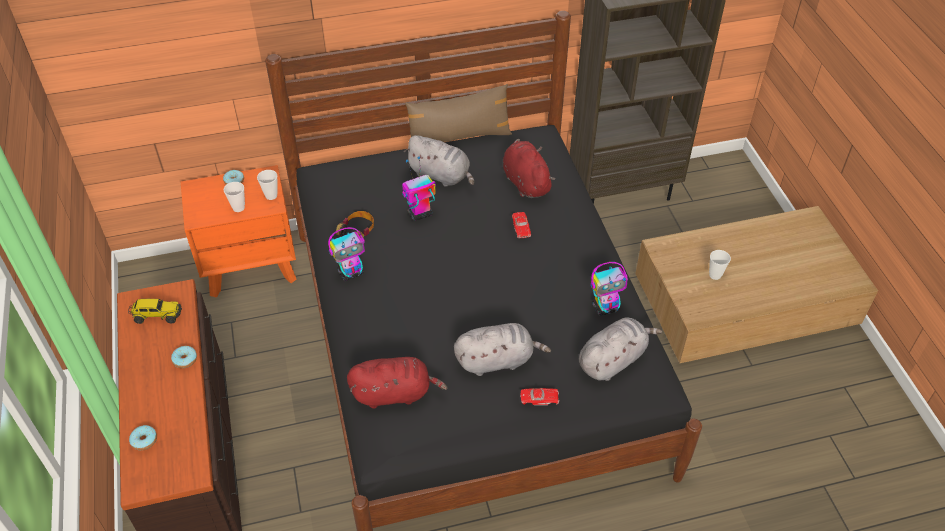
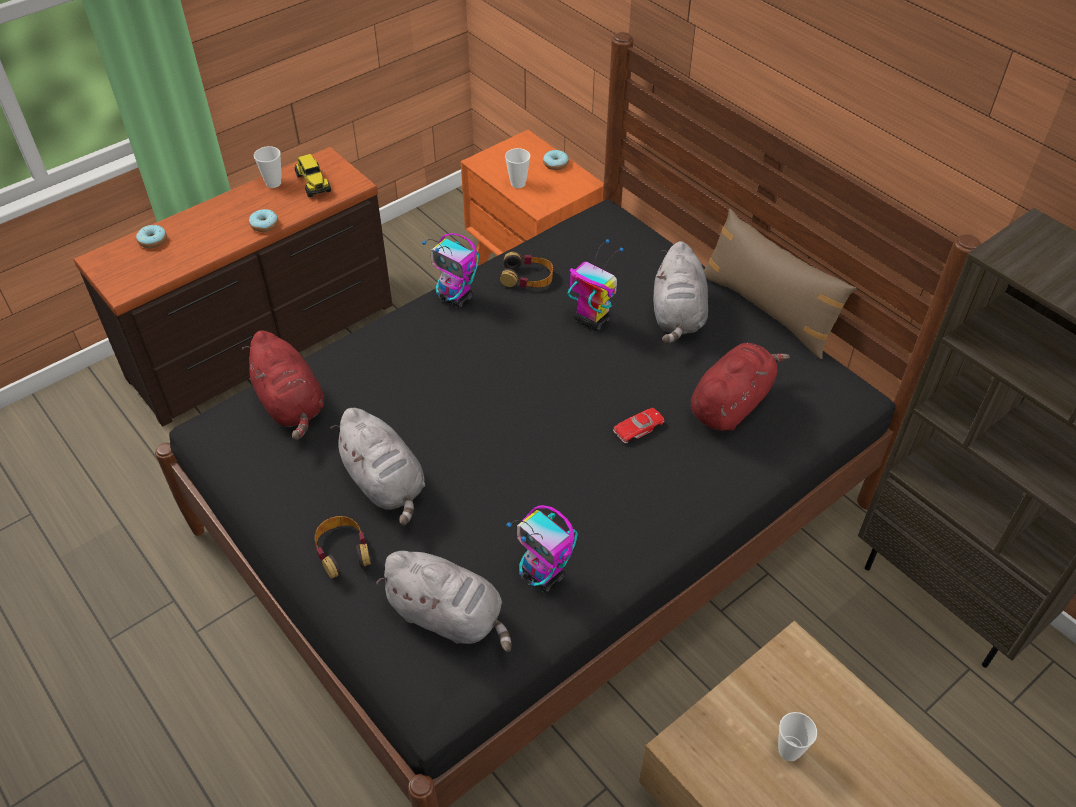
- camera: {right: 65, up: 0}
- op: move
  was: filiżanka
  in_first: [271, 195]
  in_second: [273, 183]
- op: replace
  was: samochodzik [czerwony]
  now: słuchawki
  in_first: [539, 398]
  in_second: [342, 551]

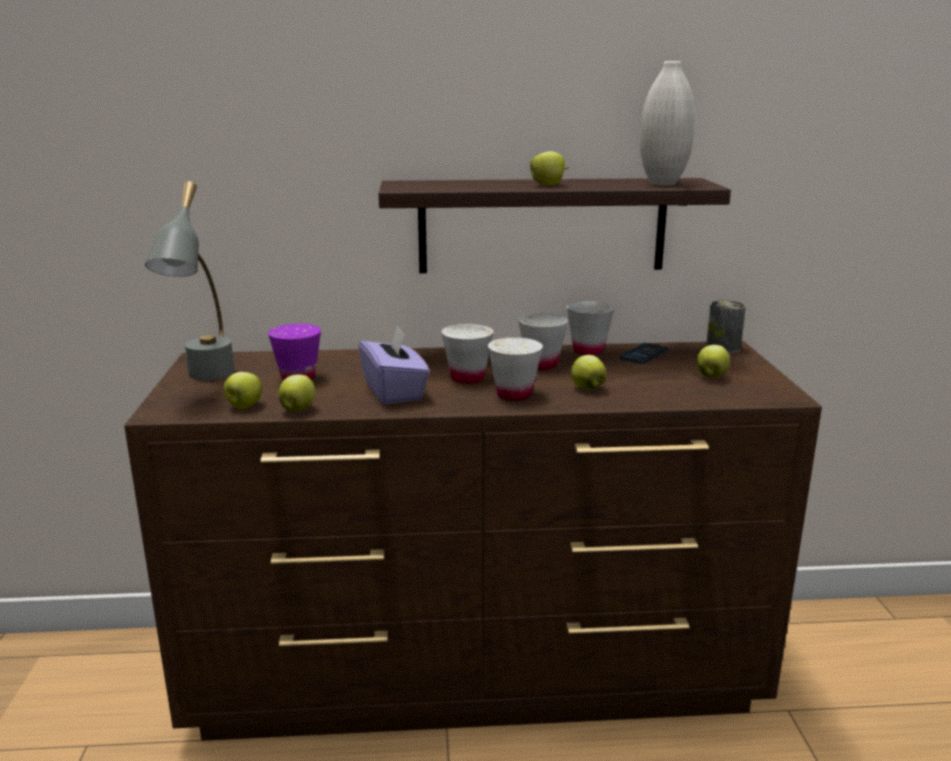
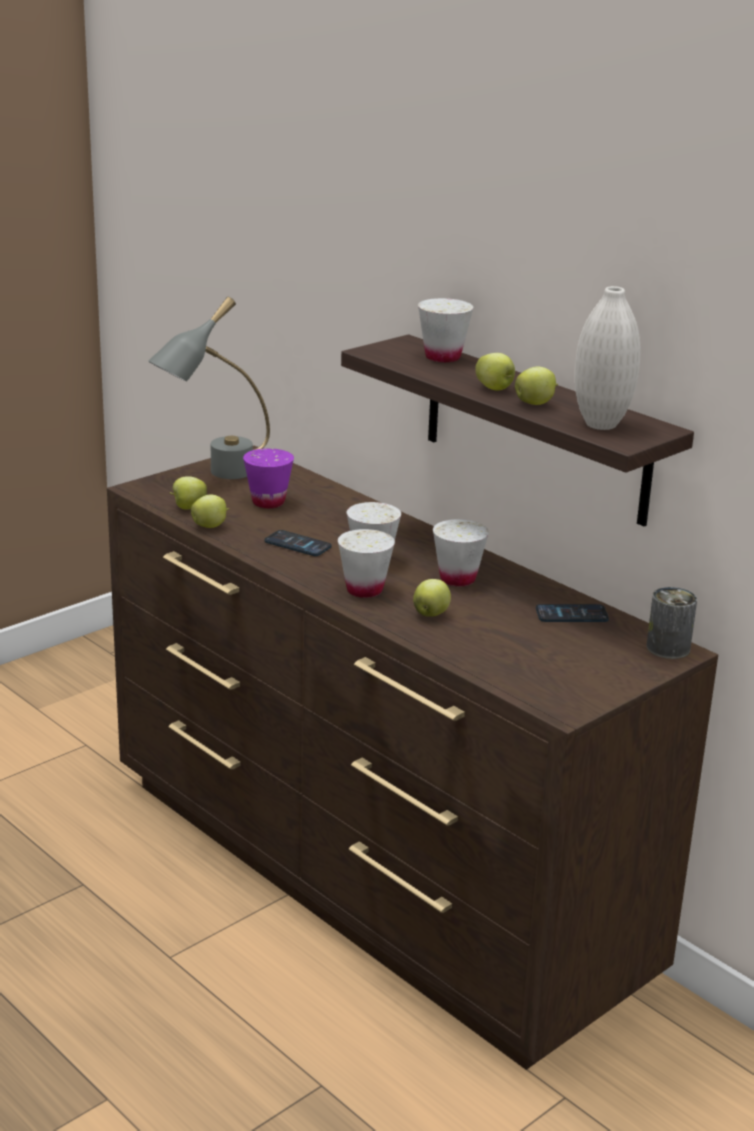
- camera: {right: 50, up: 5}
- op: replace
  was: pudełko chusteczek [fioletowy]
  now: telefon
  in_first: [394, 391]
  in_second: [297, 544]
- op: move
  was: filiżanka [biały]
  in_first: [588, 351]
  in_second: [442, 357]
- op: move
  was: jabłko
  in_first: [711, 376]
  in_second: [535, 404]

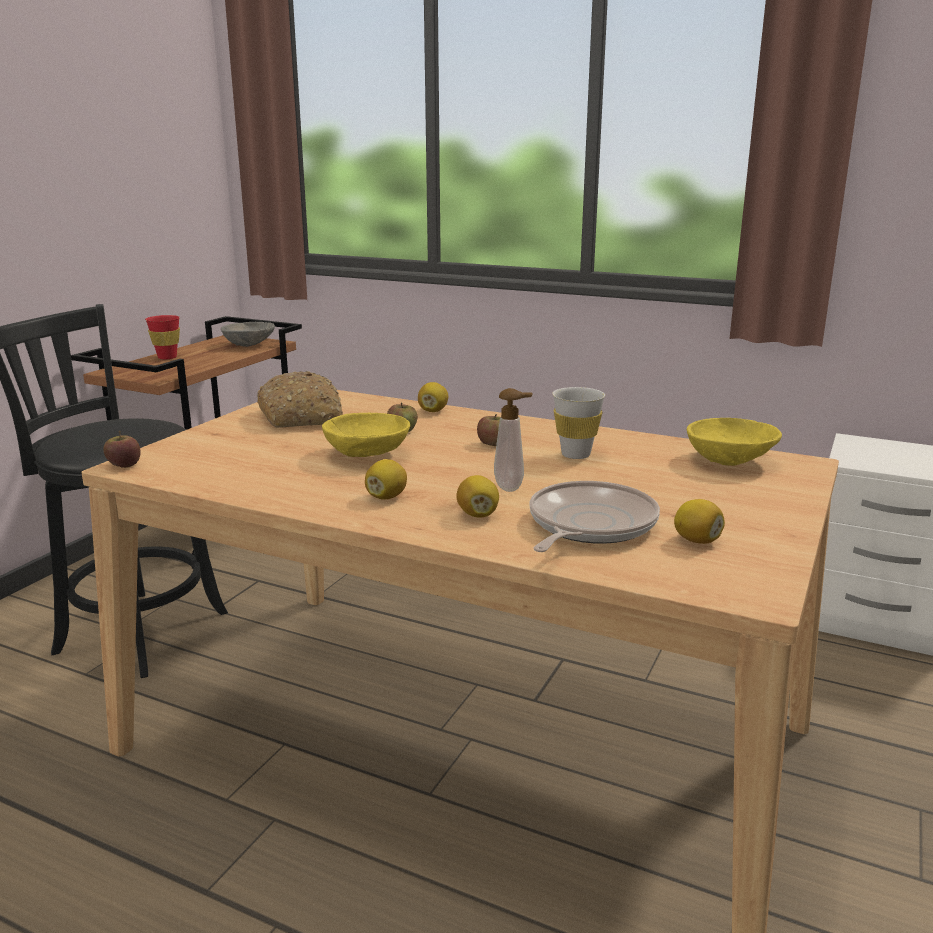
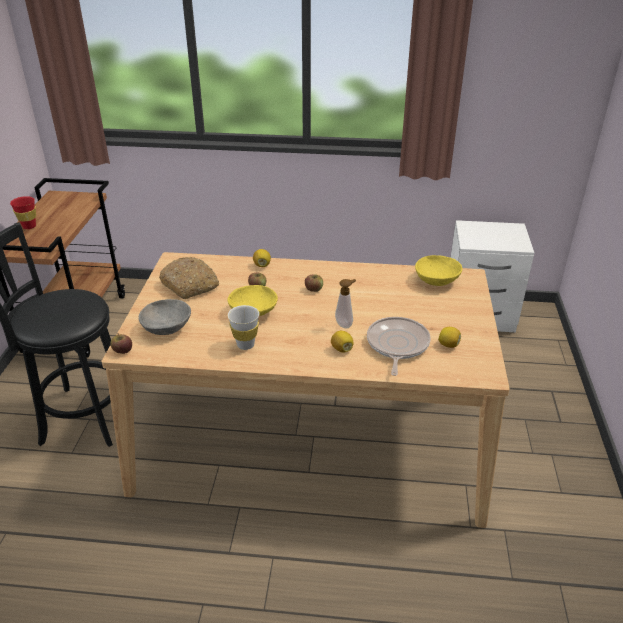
- camera: {right: -20, up: 15}
- op: move
  was: miska [szary]
  in_first: [250, 345]
  in_second: [167, 328]
- op: delete
  was: cytryna
  in_first: [386, 497]
- op: move
  was: filiżanka [biały]
  in_first: [575, 455]
  in_second: [245, 345]

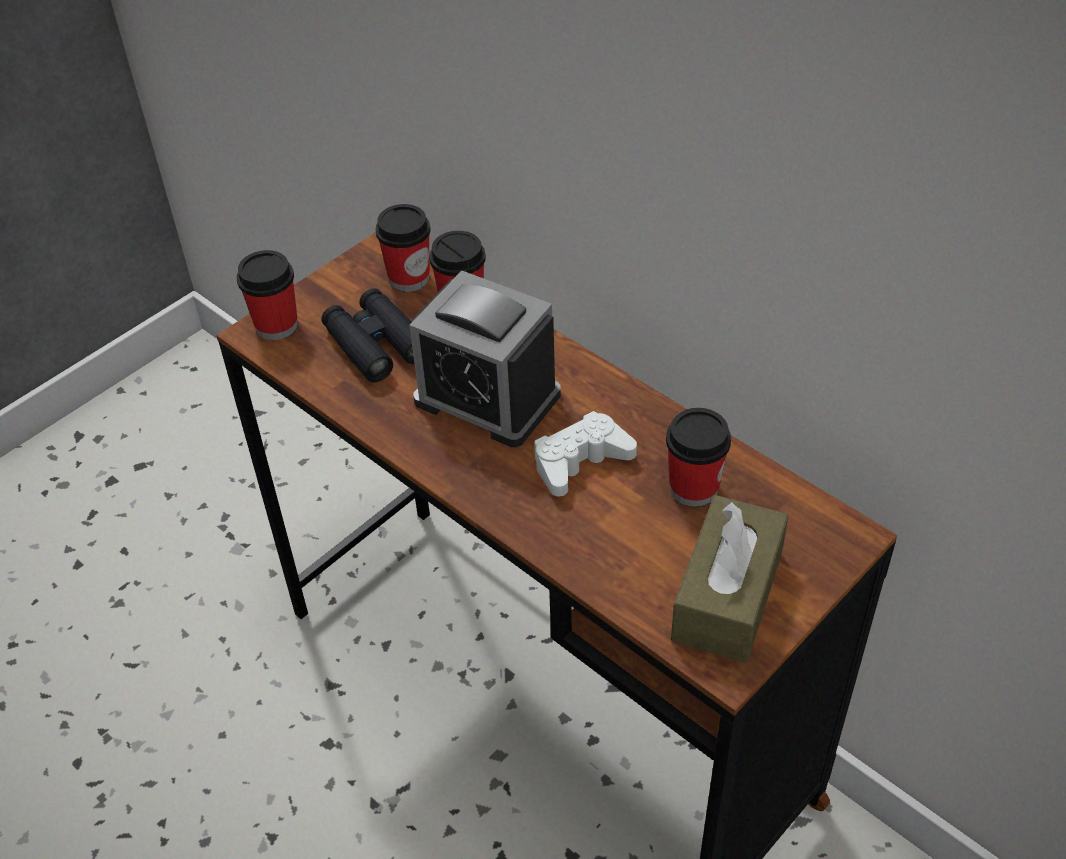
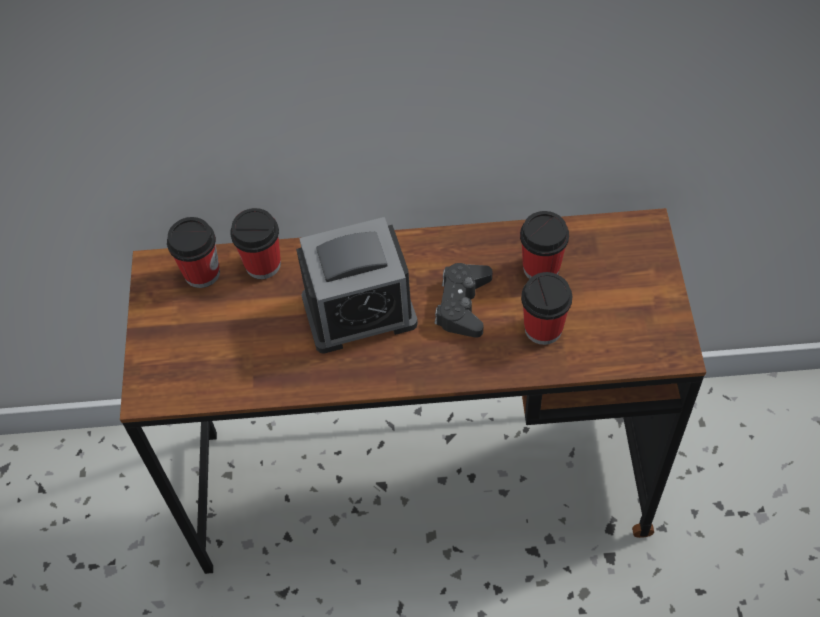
- camera: {right: -45, up: 10}
- op: move
  was: filiżanka
  in_first: [276, 325]
  in_second: [543, 328]
- op: delete
  was: lornetka [czarny]
  in_first: [376, 344]
- op: recolor
  was: pad do gier [biały]
  now: pad do gier [czarny]
  in_first: [580, 461]
  in_second: [463, 304]
- op: delete
  was: pudełko chusteczek [brązowy]
  in_first: [727, 595]

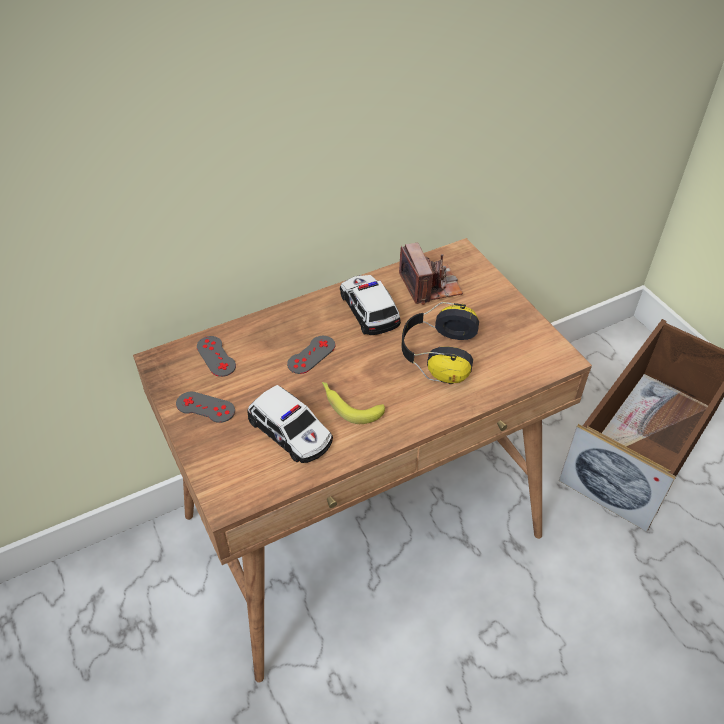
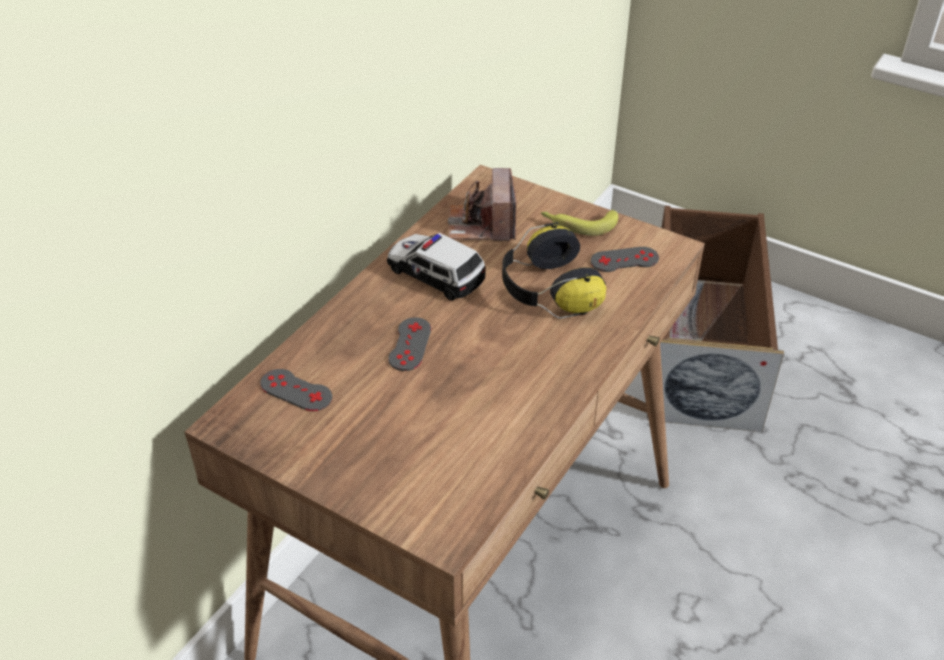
- camera: {right: -30, up: -5}
- op: move
  was: pad do gier [szary]
  in_first: [205, 407]
  in_second: [624, 260]
- op: delete
  was: samochodzik
  in_first: [291, 432]
- op: move
  was: banan
  in_first: [349, 405]
  in_second: [578, 224]
- op: rotate
  was: aparat fotograficzny
  in_first: [430, 285]
  in_second: [482, 225]
  clockwise: -135

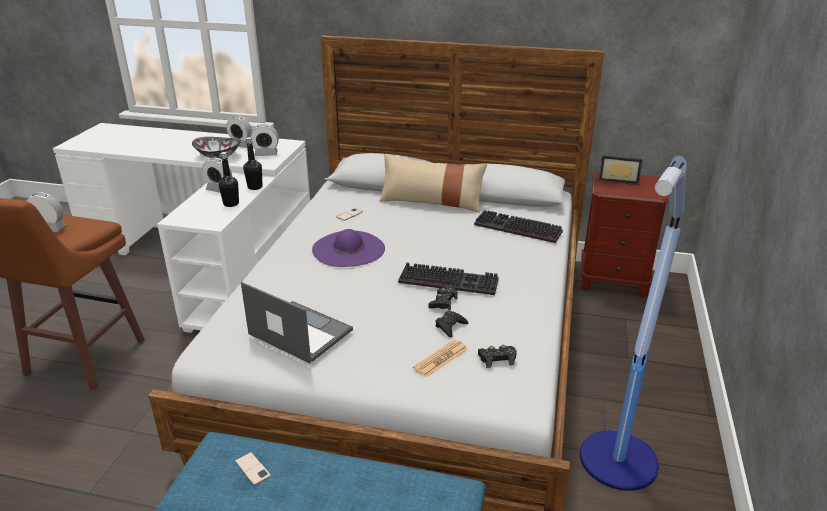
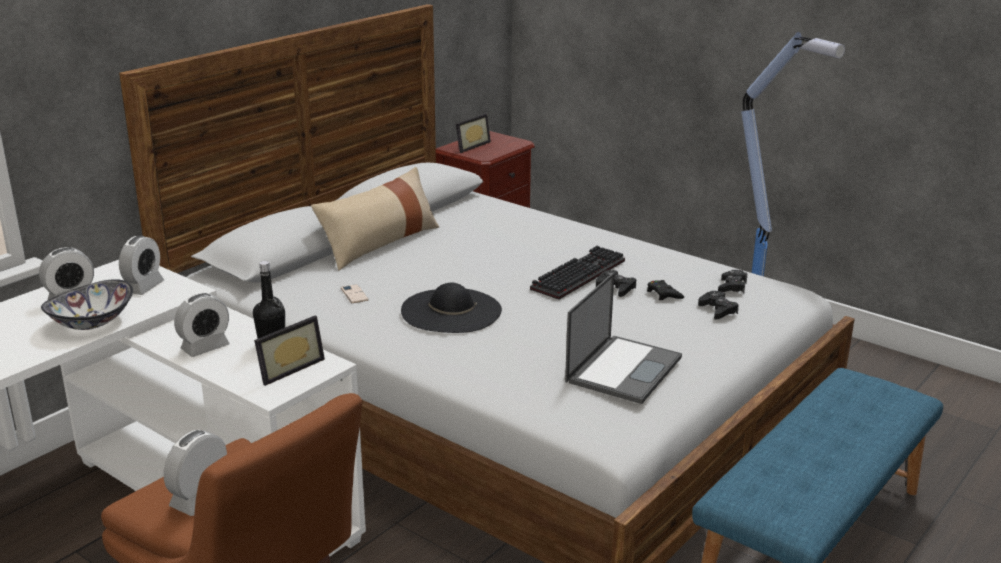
- camera: {right: -65, up: -5}
- op: delete
  was: telefon
  in_first: [252, 468]
- op: rotate
  was: laptop
  in_first: [299, 332]
  in_second: [624, 368]
  clockwise: 150
- op: delete
  was: butelka [czarny]
  in_first: [255, 187]
- op: recolor
  was: kapelusz [fioletowy]
  now: kapelusz [czarny]
  in_first: [348, 249]
  in_second: [451, 311]
- op: replace
  was: gazeta
  now: pad do gier [czarny]
  in_first: [440, 359]
  in_second: [718, 310]
- op: delete
  was: klawiatura
  in_first: [515, 229]
- op: insert
  now: ramka na zdjęcie
  in_second: [287, 368]

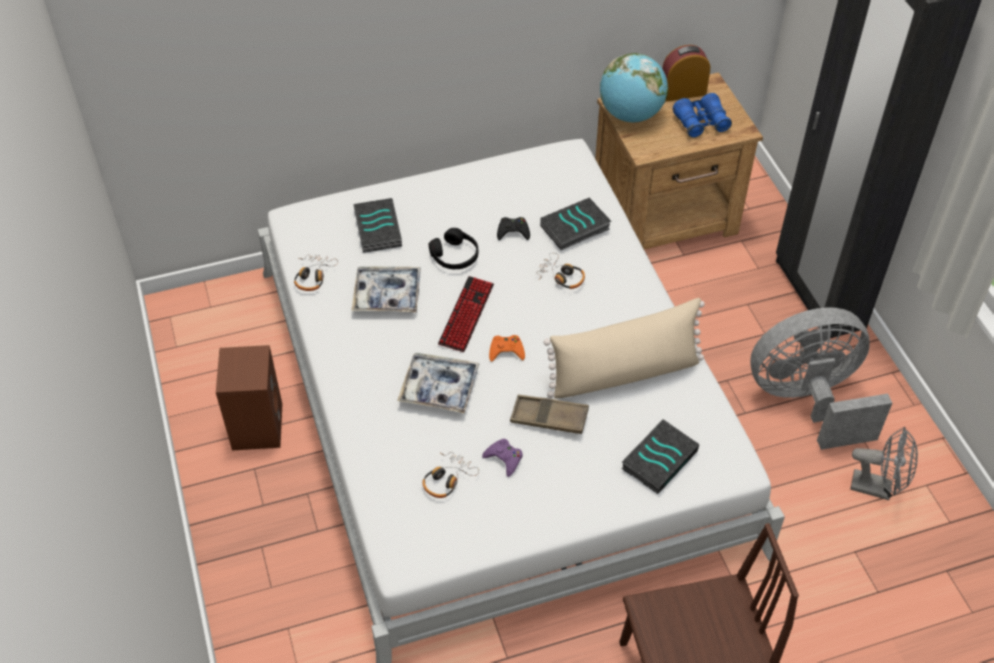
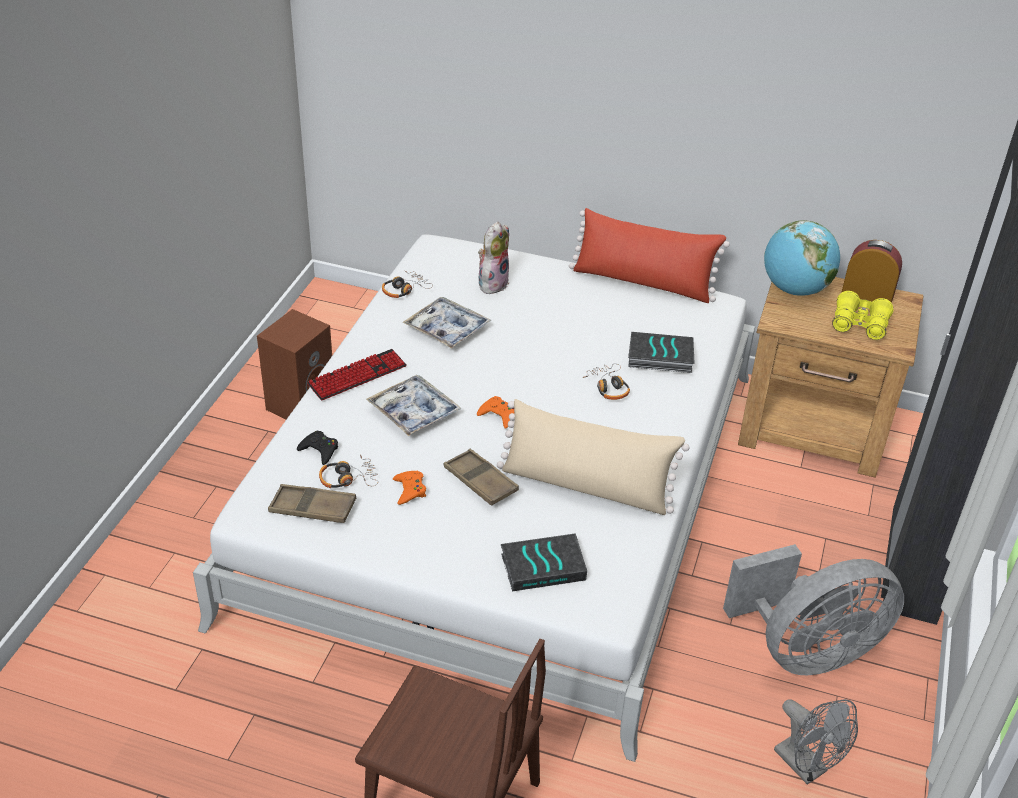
- camera: {right: 35, up: -10}
- op: replace
  was: książka
  now: pluszak
  in_first: [379, 229]
  in_second: [492, 283]
- op: delete
  was: słuchawki [czarny]
  in_first: [455, 256]
- op: move
  was: klawiatura
  in_first: [466, 315]
  in_second: [357, 376]
- op: recolor
  was: pad do gier [fioletowy]
  now: pad do gier [pomarańczowy]
  in_first: [504, 459]
  in_second: [409, 490]
- op: move
  was: pad do gier [czarny]
  in_first: [513, 231]
  in_second: [319, 450]
- op: recolor
  was: lornetka [niebieski]
  now: lornetka [żółty]
  in_first: [701, 123]
  in_second: [859, 324]
- op: rotate
  was: wentylator [szary]
  in_first: [808, 401]
  in_second: [806, 651]
  clockwise: 135
- op: insert
  now: taca [brązowy]
  in_second: [312, 508]
- op: insert
  now: poduszka [czerwony]
  in_second: [643, 282]

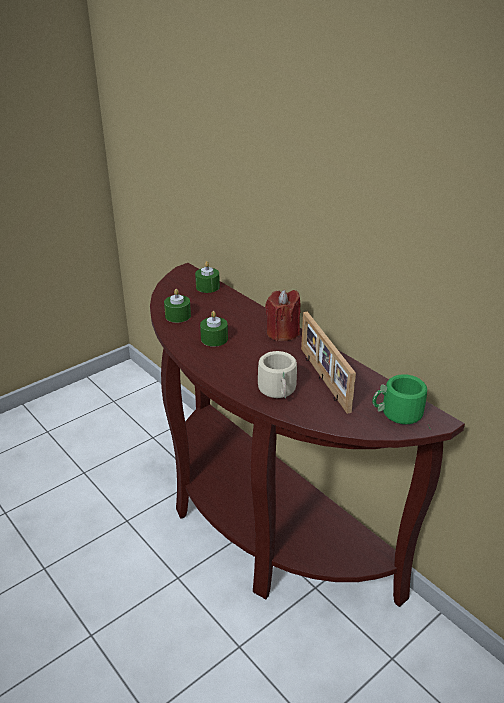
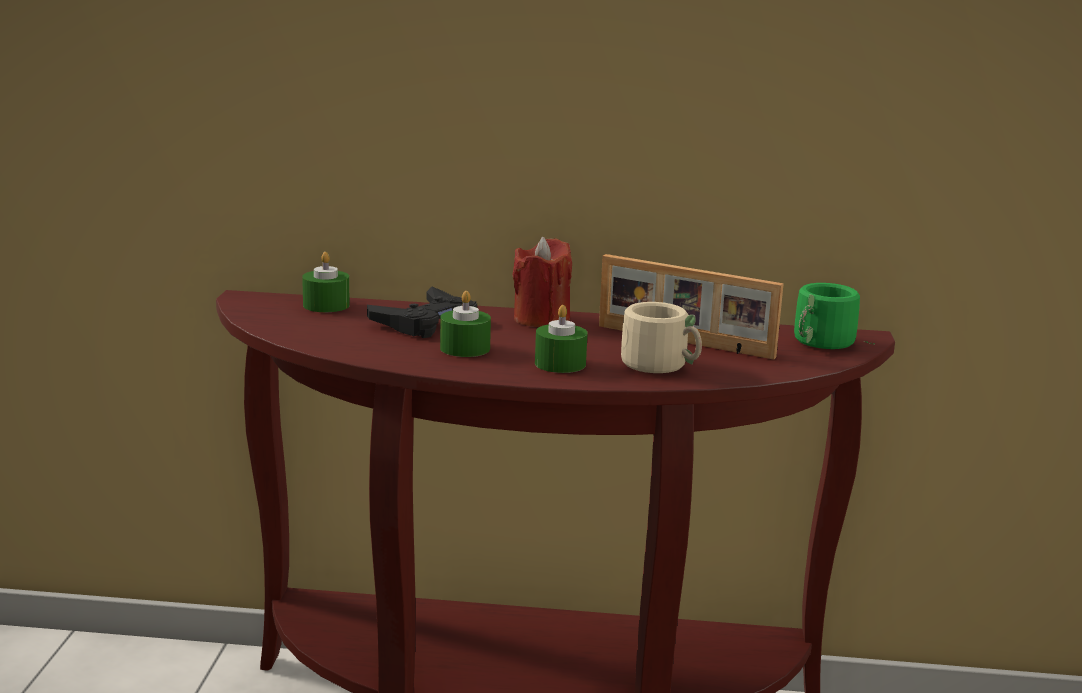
- camera: {right: -45, up: -15}
- op: move
  was: świeca [zielony]
  in_first: [178, 316]
  in_second: [560, 364]
- op: insert
  now: pad do gier [czarny]
  in_second: [426, 322]

